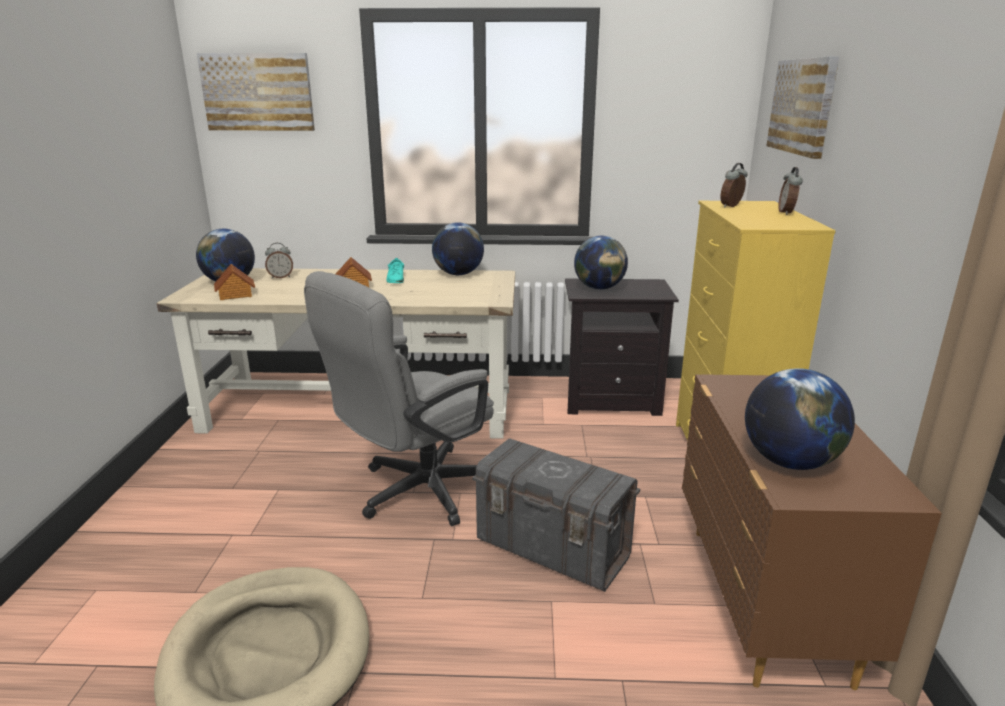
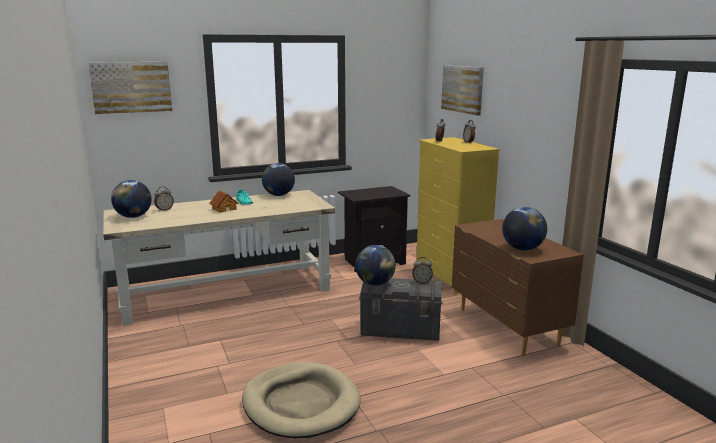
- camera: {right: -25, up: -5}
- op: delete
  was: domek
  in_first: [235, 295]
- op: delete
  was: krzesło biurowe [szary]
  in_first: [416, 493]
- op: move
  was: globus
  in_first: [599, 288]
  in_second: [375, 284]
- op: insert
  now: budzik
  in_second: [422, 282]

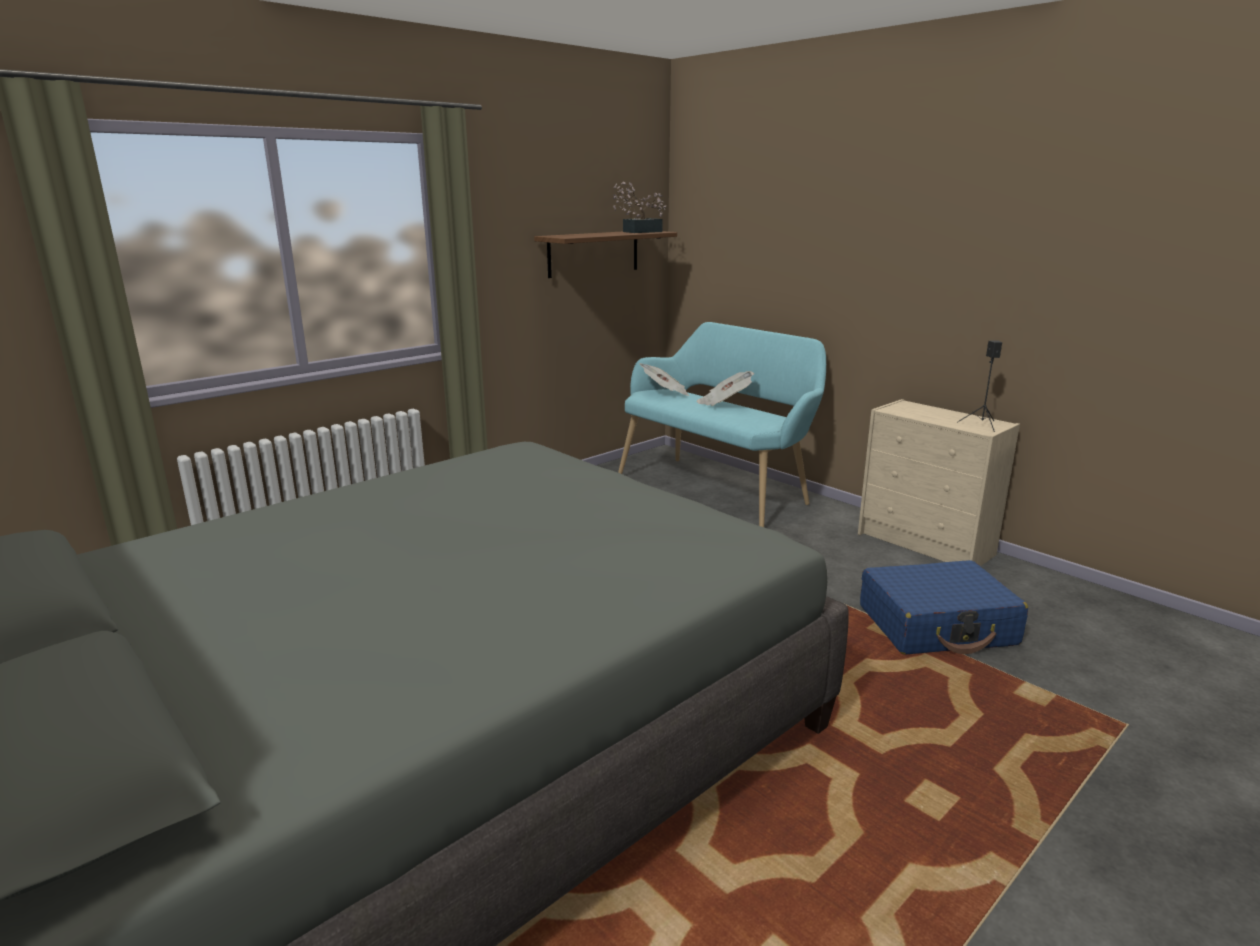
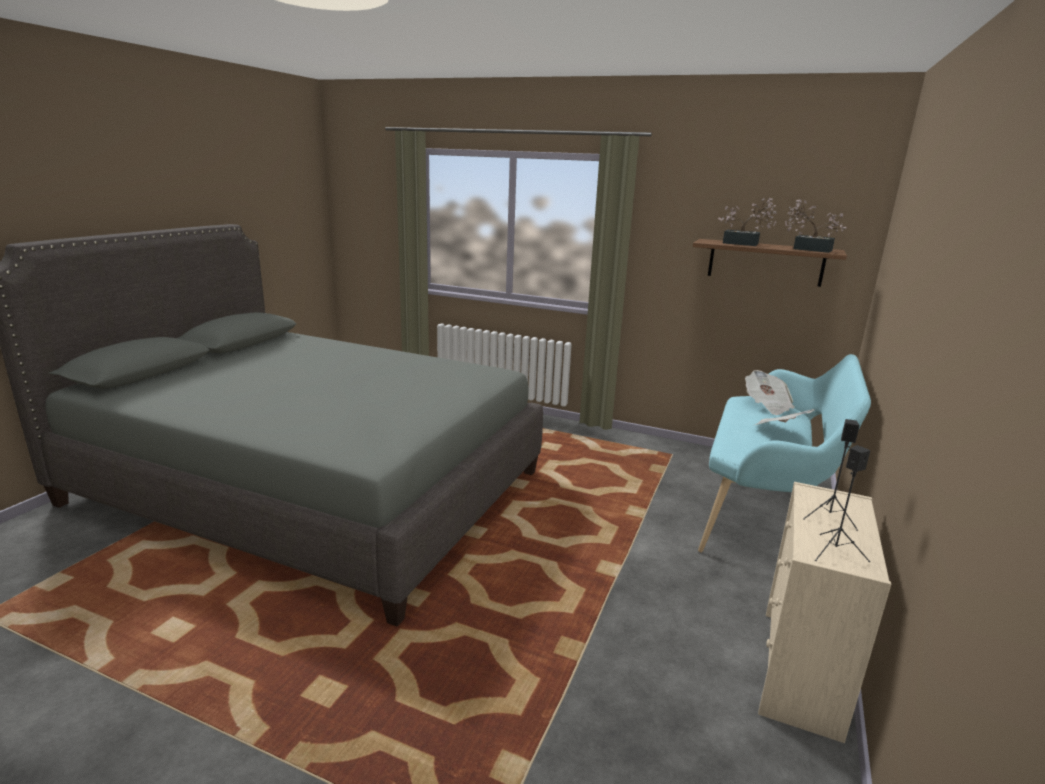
- camera: {right: 65, up: 0}
- op: delete
  was: walizka [niebieski]
  in_first: [937, 625]
- op: insert
  now: roślina doniczkowa
  in_second: [745, 244]
- op: insert
  now: głośnik [czarny]
  in_second: [829, 518]

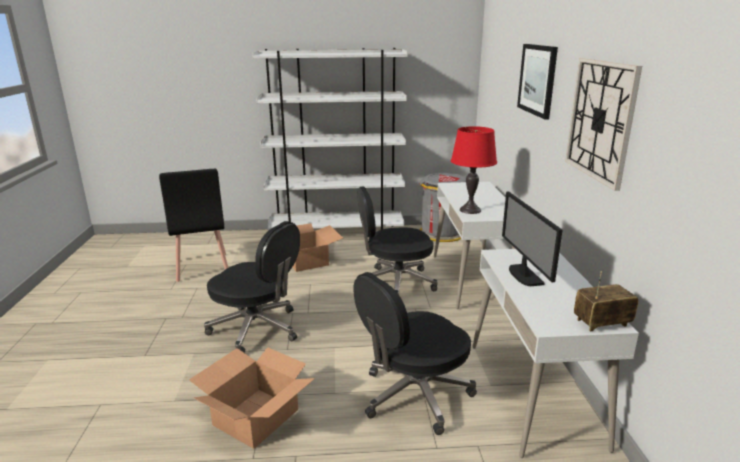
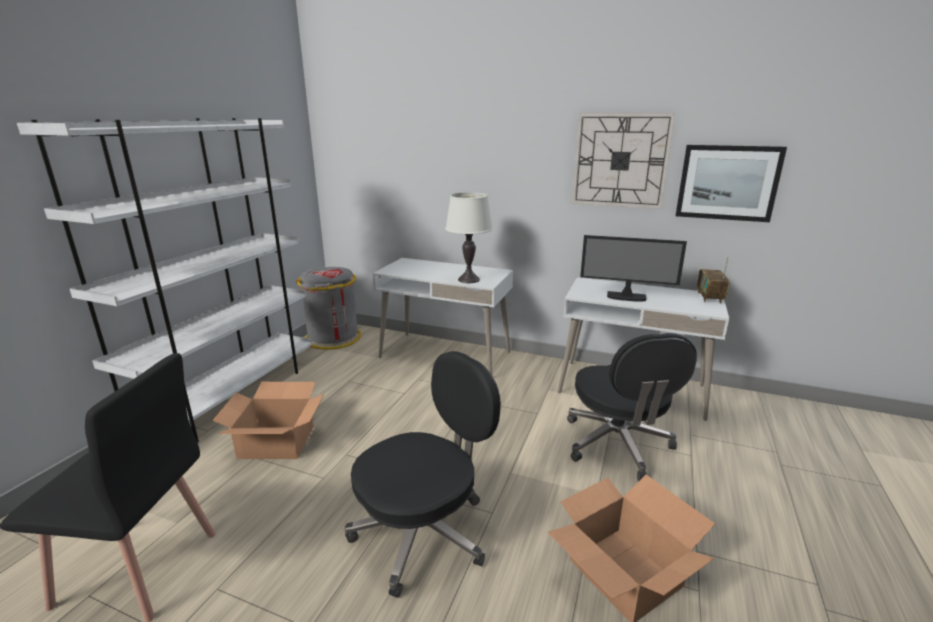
- camera: {right: -65, up: 0}
- op: delete
  was: krzesło biurowe [czarny]
  in_first: [395, 283]
- op: recolor
  was: lampa stołowa [czerwony]
  now: lampa stołowa [biały]
  in_first: [470, 210]
  in_second: [469, 280]
- op: move
  was: obraz
  in_first: [537, 79]
  in_second: [727, 183]

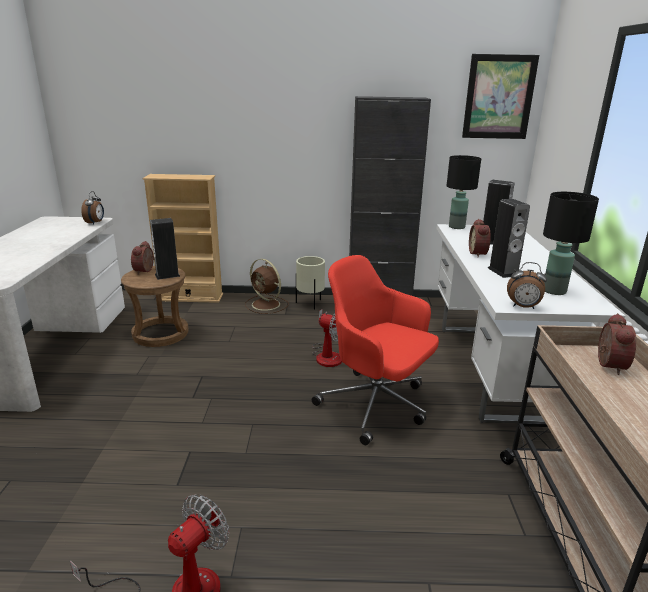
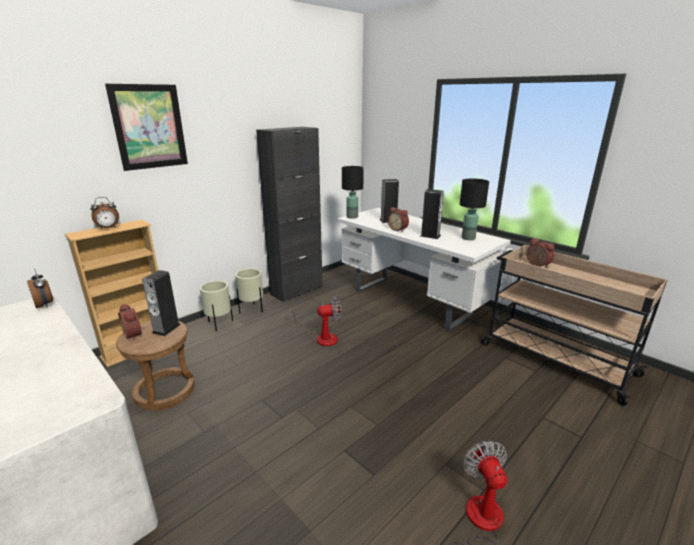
- camera: {right: -45, up: 0}
- op: replace
  was: wentylator [brązowy]
  now: donica [beżowy]
  in_first: [267, 305]
  in_second: [219, 325]
- op: delete
  was: krzesło biurowe [czerwony]
  in_first: [376, 405]
- op: move
  was: obraz
  in_first: [499, 97]
  in_second: [149, 127]
- op: move
  was: budzik
  in_first: [523, 307]
  in_second: [108, 228]

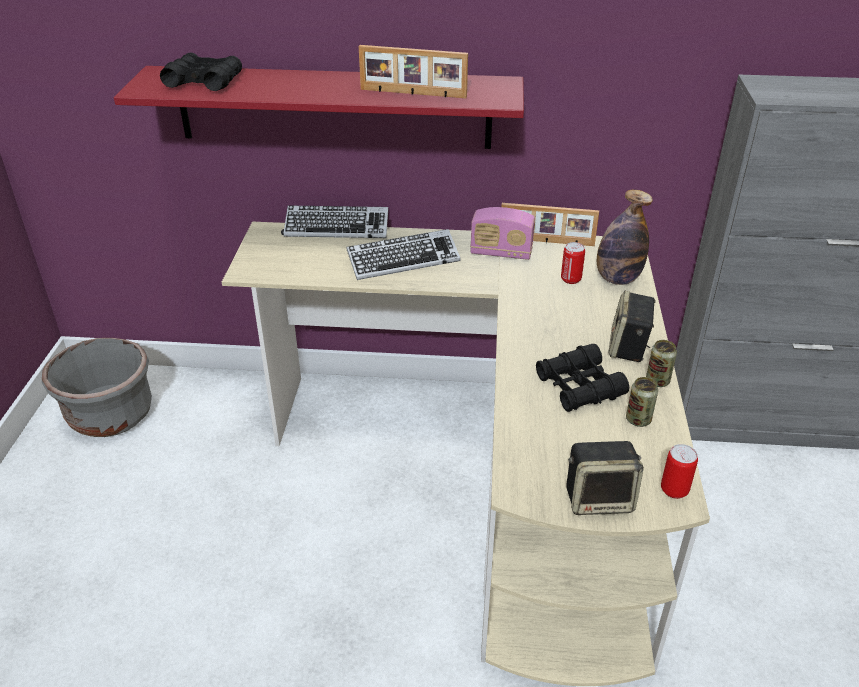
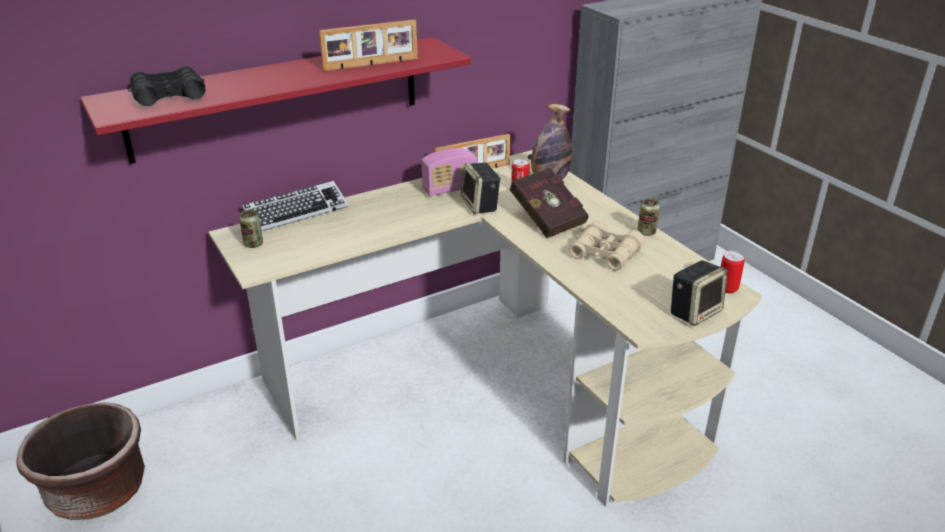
- camera: {right: -35, up: -5}
- op: recolor
  was: donica [szary]
  now: donica [brązowy]
  in_first: [110, 415]
  in_second: [97, 491]
- op: delete
  was: klawiatura
  in_first: [403, 260]
- op: recolor
  was: lornetka [czarny]
  now: lornetka [beżowy]
  in_first: [579, 387]
  in_second: [605, 253]
- op: move
  was: głośnik
  in_first: [628, 348]
  in_second: [480, 206]
- op: move
  was: puszka
  in_first: [638, 420]
  in_second: [253, 244]
- op: insert
  now: książka [czerwony]
  in_second: [546, 218]

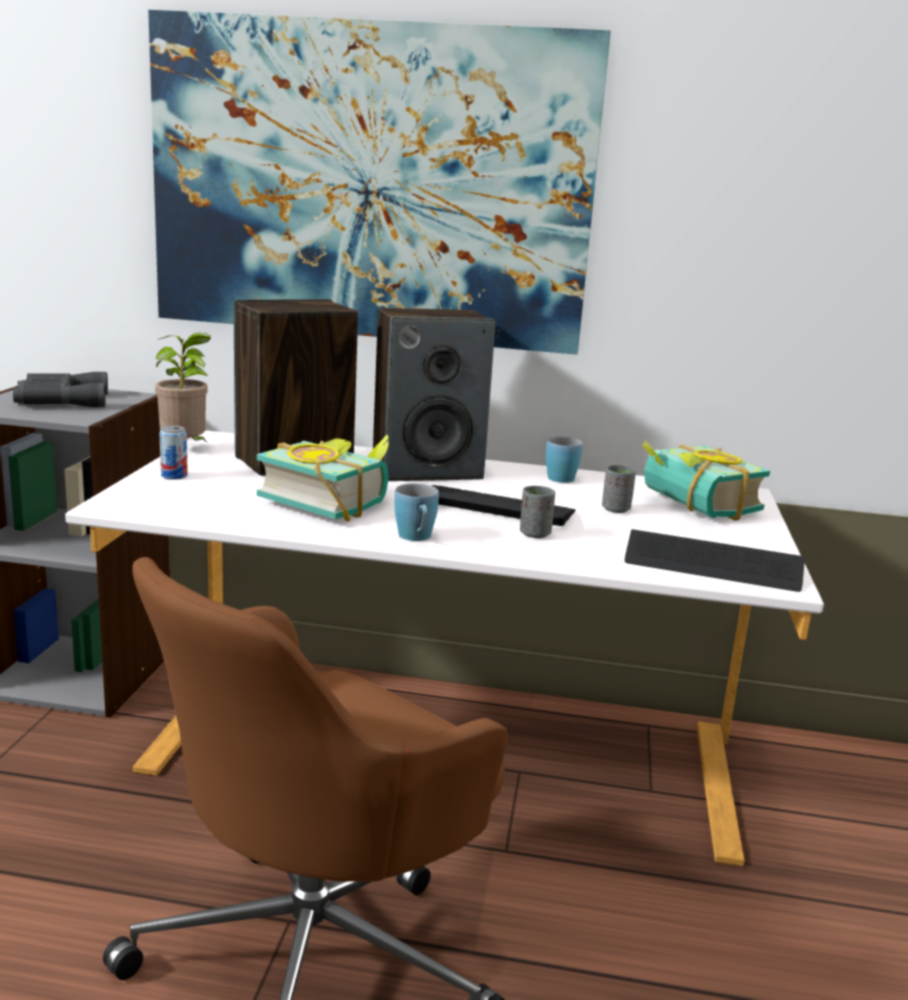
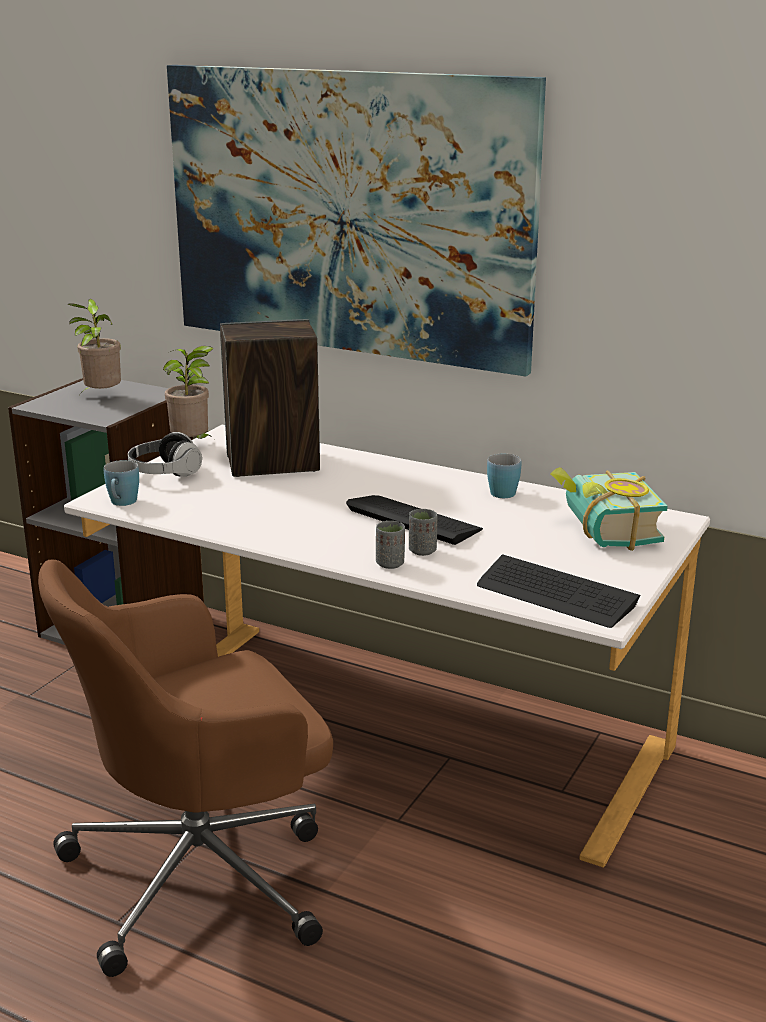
- camera: {right: 20, up: 5}
- op: replace
  was: lornetka [szary]
  now: roślina doniczkowa
  in_first: [60, 400]
  in_second: [101, 397]
- op: replace
  was: puszka
  now: słuchawki
  in_first: [174, 476]
  in_second: [165, 473]
- op: delete
  was: książka
  in_first: [330, 502]
- op: delete
  was: głośnik
  in_first: [427, 469]
- op: move
  was: kubek [niebieski]
  in_first: [416, 538]
  in_second: [122, 503]
- op: move
  was: filiżanka [szary]
  in_first: [616, 509]
  in_second: [390, 564]

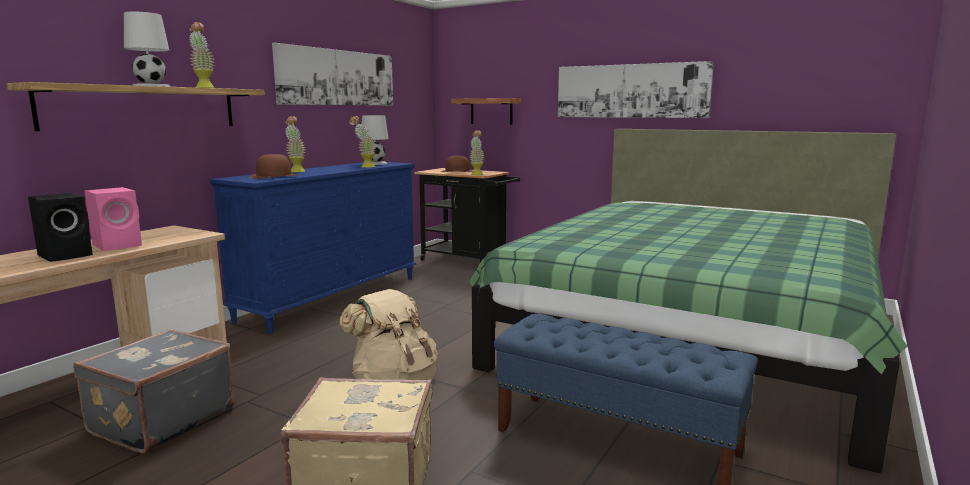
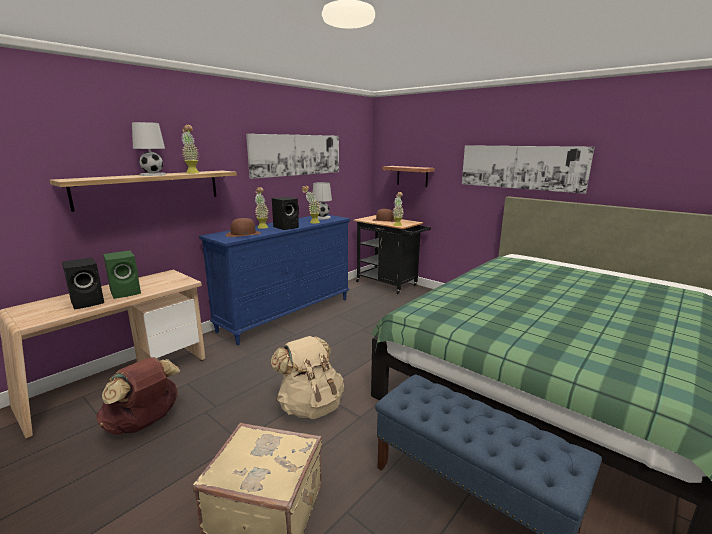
- camera: {right: 10, up: 5}
- op: replace
  was: walizka [szary]
  now: plecak [brązowy]
  in_first: [160, 420]
  in_second: [144, 423]
- op: recolor
  was: głośnik [różowy]
  now: głośnik [zielony]
  in_first: [119, 245]
  in_second: [127, 292]
- op: insert
  now: głośnik [czarny]
  in_second: [287, 227]

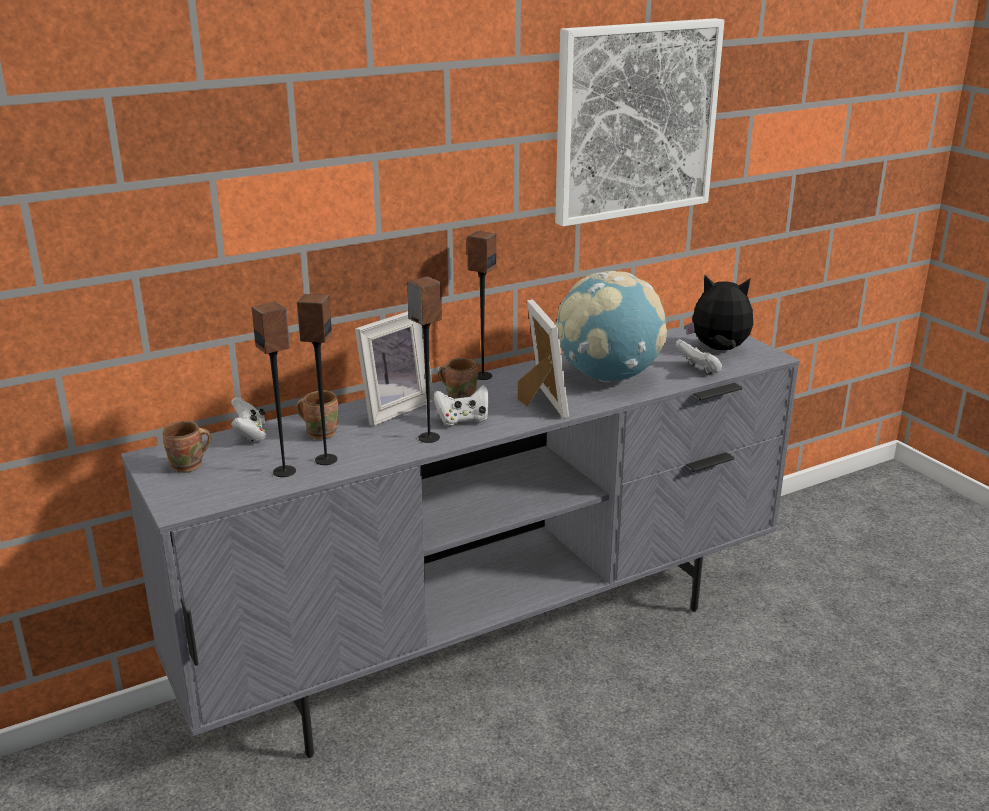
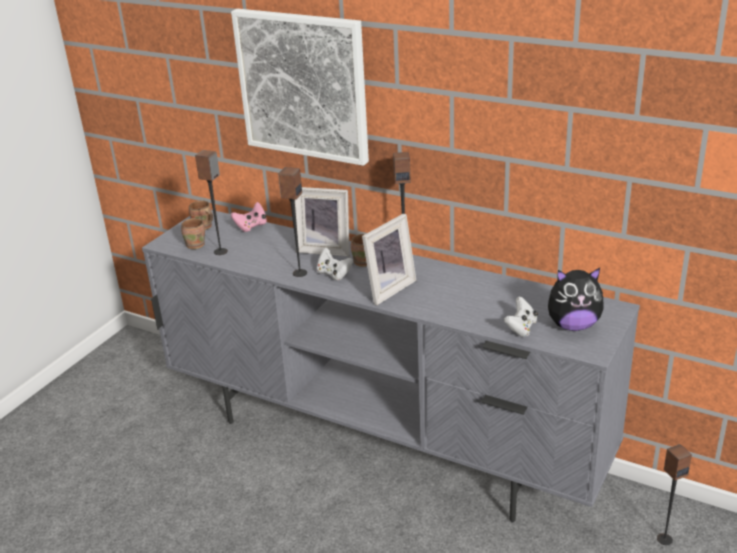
- camera: {right: 60, up: 5}
- op: recolor
  was: pad do gier [biały]
  now: pad do gier [różowy]
  in_first: [250, 435]
  in_second: [251, 226]
- op: move
  was: kubek [brązowy]
  in_first: [321, 432]
  in_second: [196, 244]
- op: move
  was: głośnik
  in_first: [325, 460]
  in_second: [664, 539]
- op: move
  was: obraz
  in_first: [635, 120]
  in_second: [303, 85]
- op: delete
  was: globus
  in_first: [609, 376]
- op: rotate
  was: pluszak
  in_first: [719, 350]
  in_second: [573, 325]
  clockwise: 105

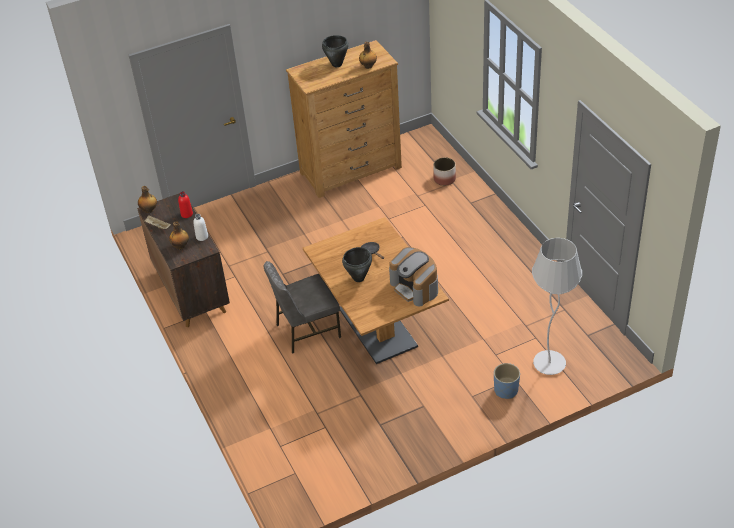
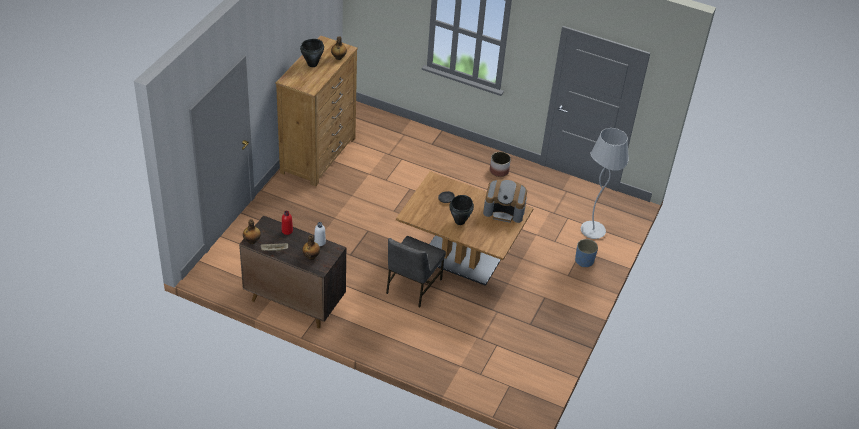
- camera: {right: -45, up: 0}
- op: move
  was: donica
  in_first: [444, 179]
  in_second: [499, 170]

